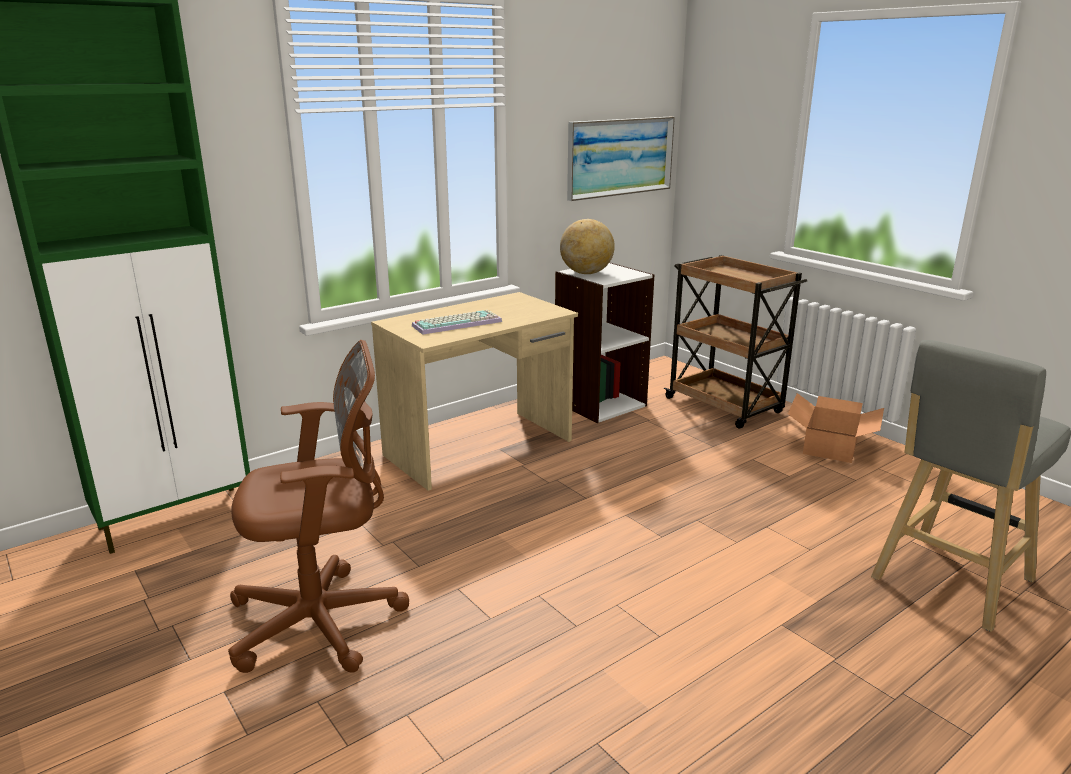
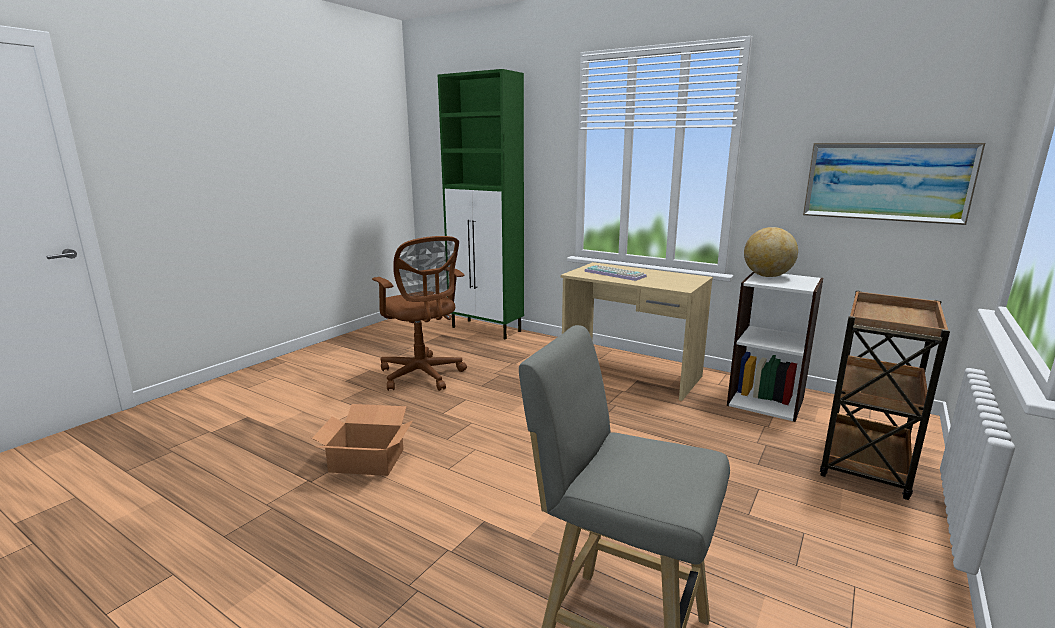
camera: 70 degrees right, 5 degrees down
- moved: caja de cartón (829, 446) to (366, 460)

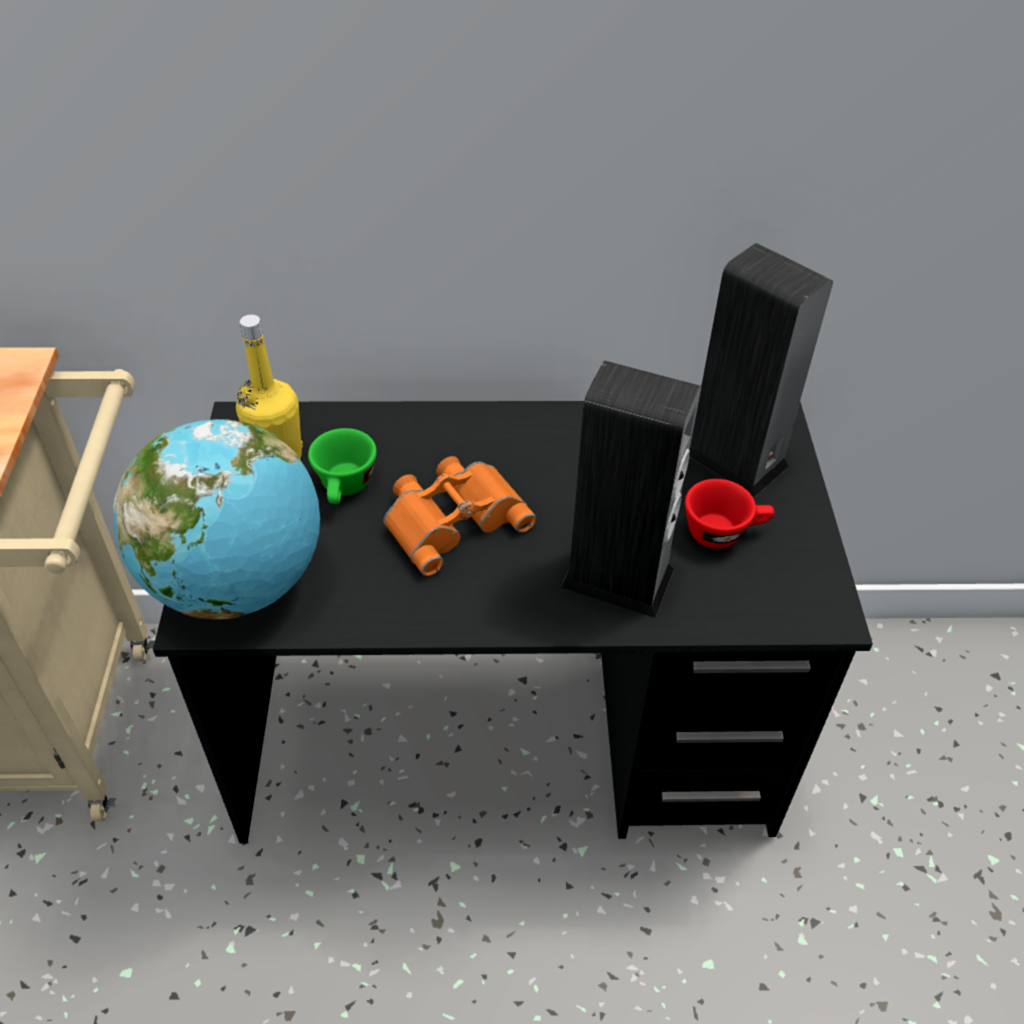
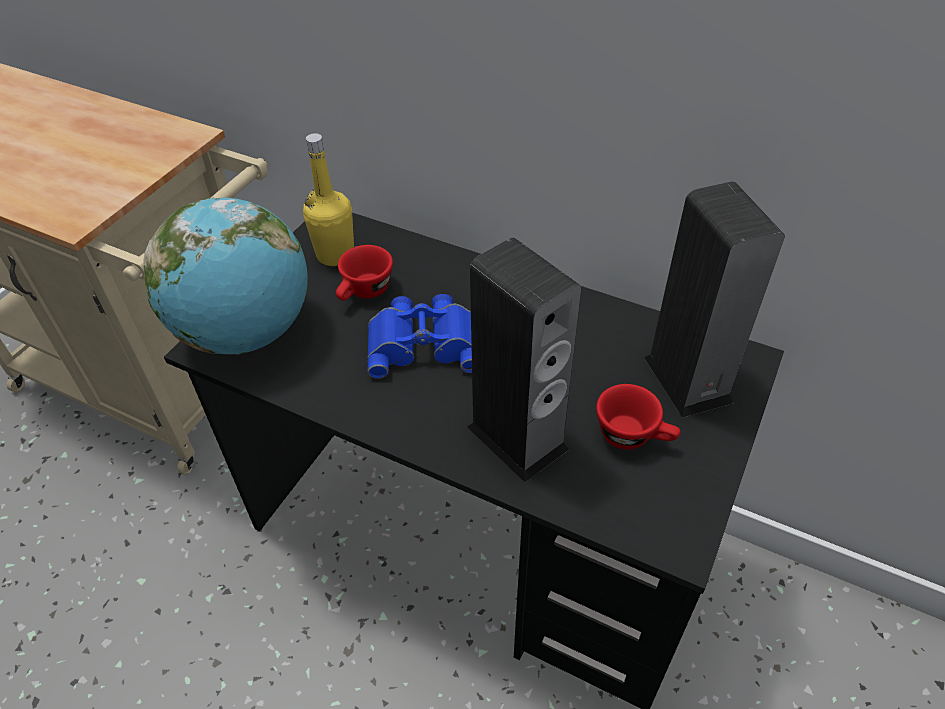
camera: 30 degrees right, 0 degrees up
- recoloured: taza/verde (345, 488) to taza/rojo (364, 293)
- recoloured: prismáticos/naranja (453, 517) to prismáticos/azul (424, 342)

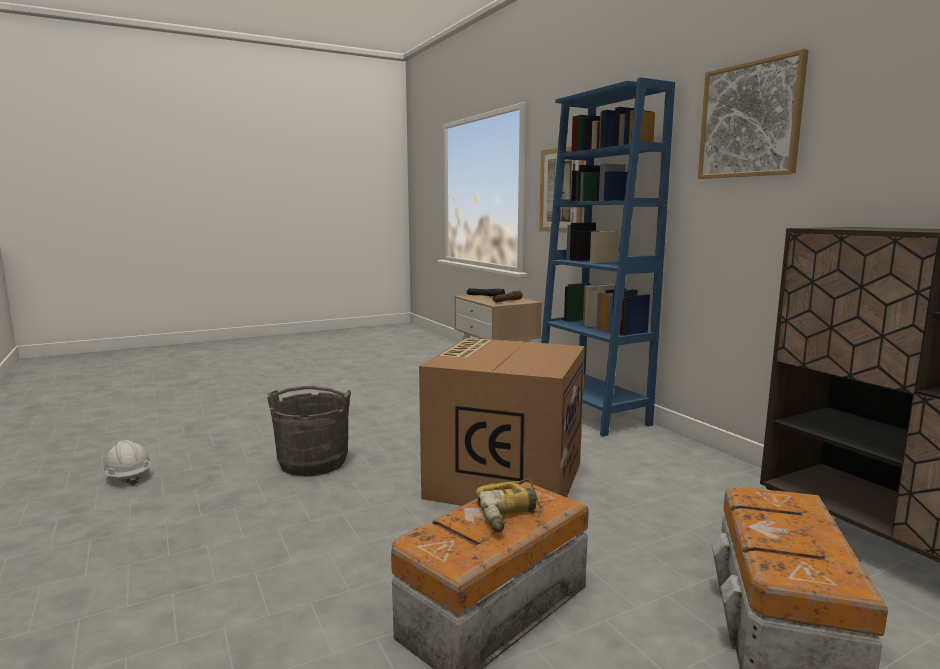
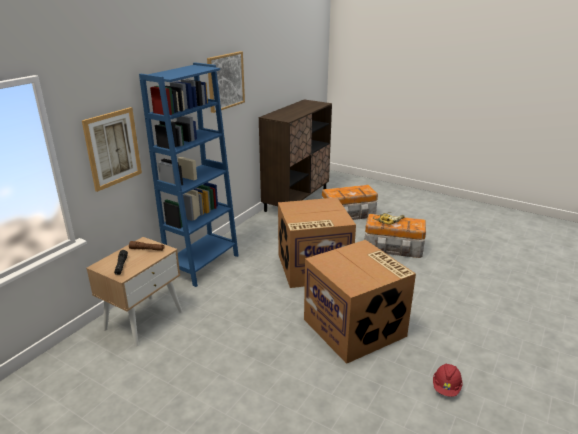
camera: 120 degrees left, 15 degrees up
- recoloured: casco/blanco (128, 477) to casco/rojo (446, 387)
- replaced: cubo/gris (313, 463) to caja de cartón (356, 328)

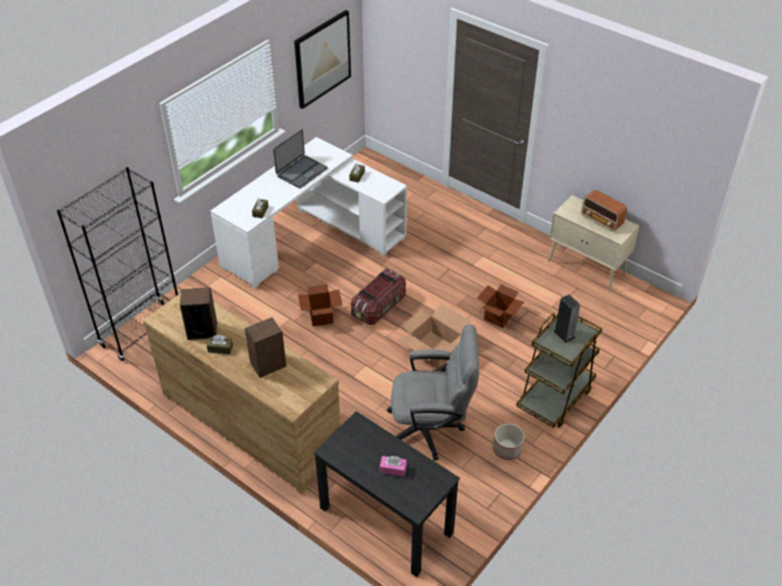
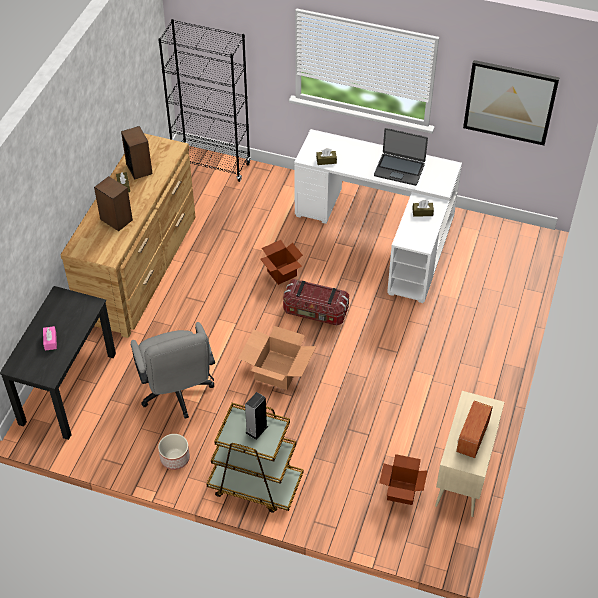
camera: 70 degrees right, 5 degrees up
- moved: caja de cartón (498, 317) to (401, 492)

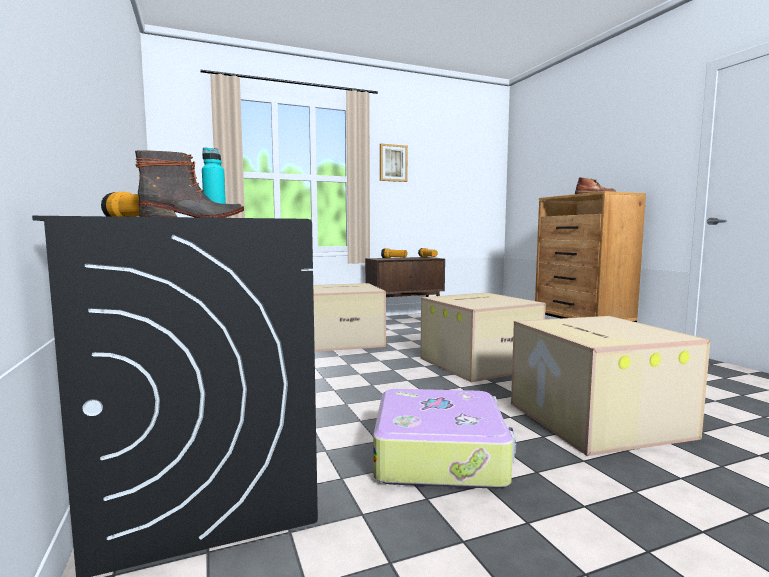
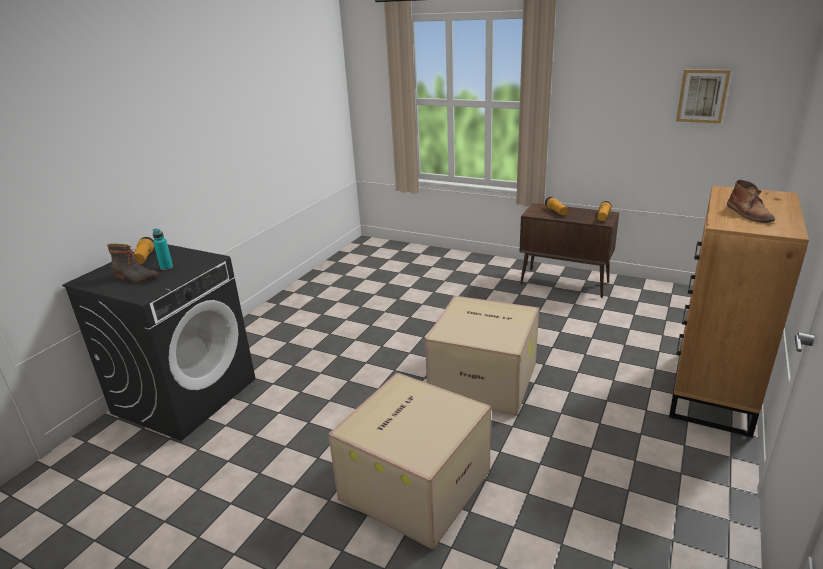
camera: 50 degrees right, 20 degrees up
- removed: caja de cartón (343, 340)
- removed: maleta (441, 454)
- moved: cuadro (393, 163) to (702, 96)

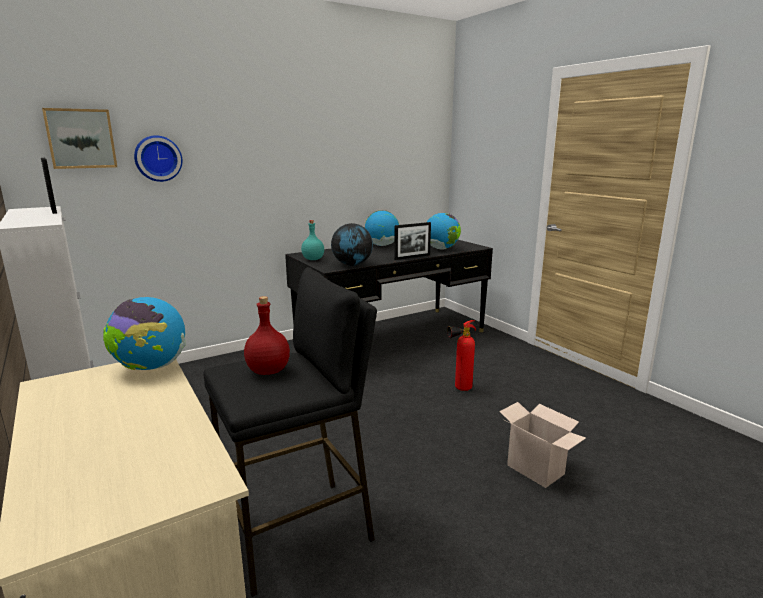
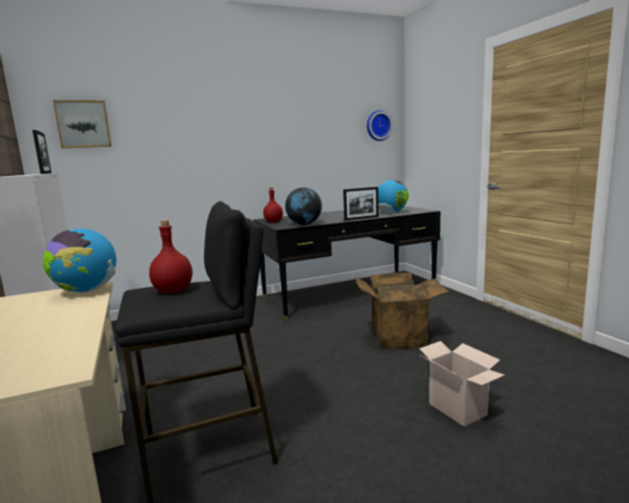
camera: 10 degrees right, 5 degrees down
- moved: reloj de pared (158, 158) to (378, 126)
- recoloured: botella/turquesa (313, 259) to botella/rojo (273, 222)
- removed: globo terráqueo (382, 245)
- replaced: extintor (459, 389) to caja de cartón (399, 336)

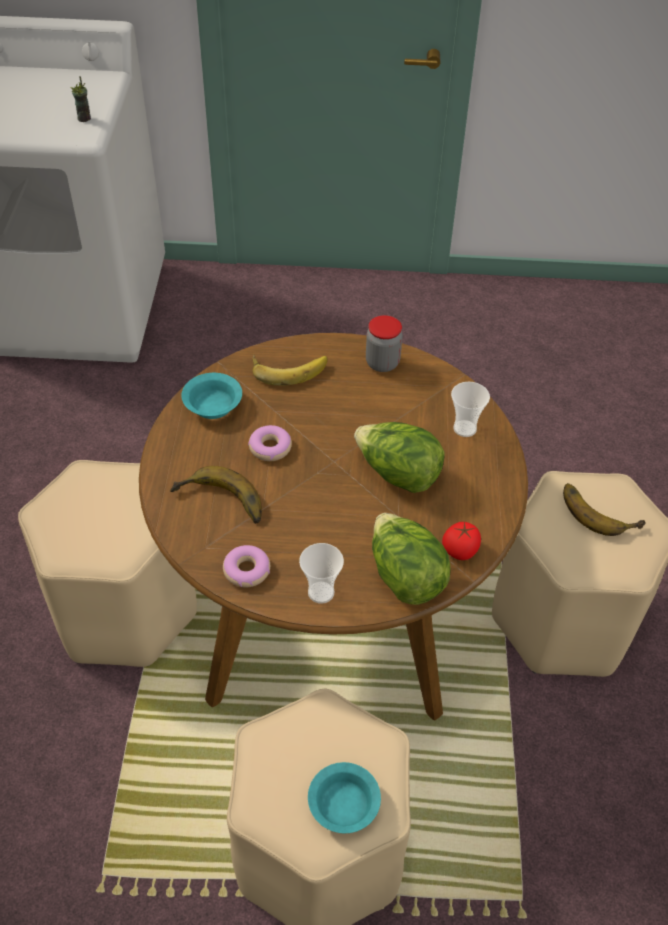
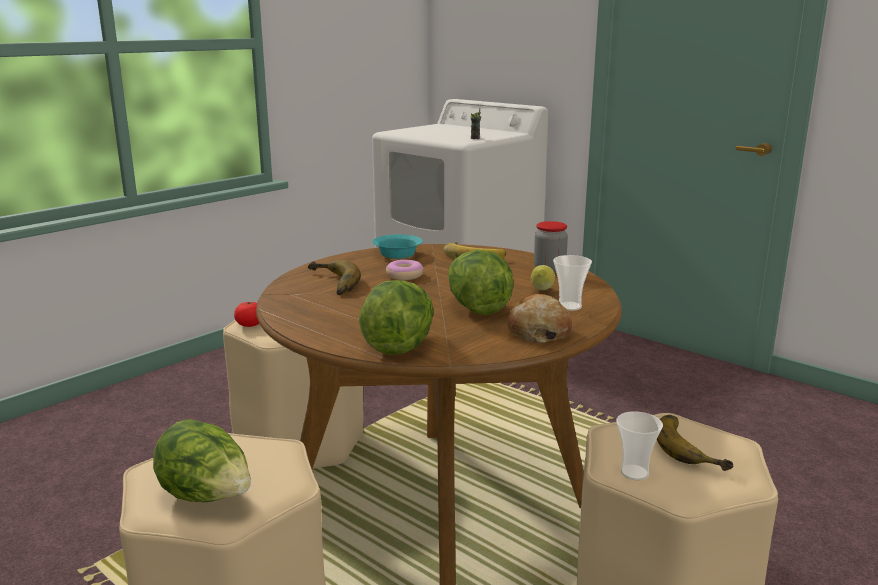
camera: 40 degrees right, 30 degrees down
- removed: rosquilla (247, 570)
- moved: taza (321, 592) to (634, 473)
- replaced: cuenco/turquesa (342, 804) to lechuga (207, 497)
- moved: tomate (460, 550) to (250, 325)
- added: pan (538, 332)
- added: limón (542, 290)

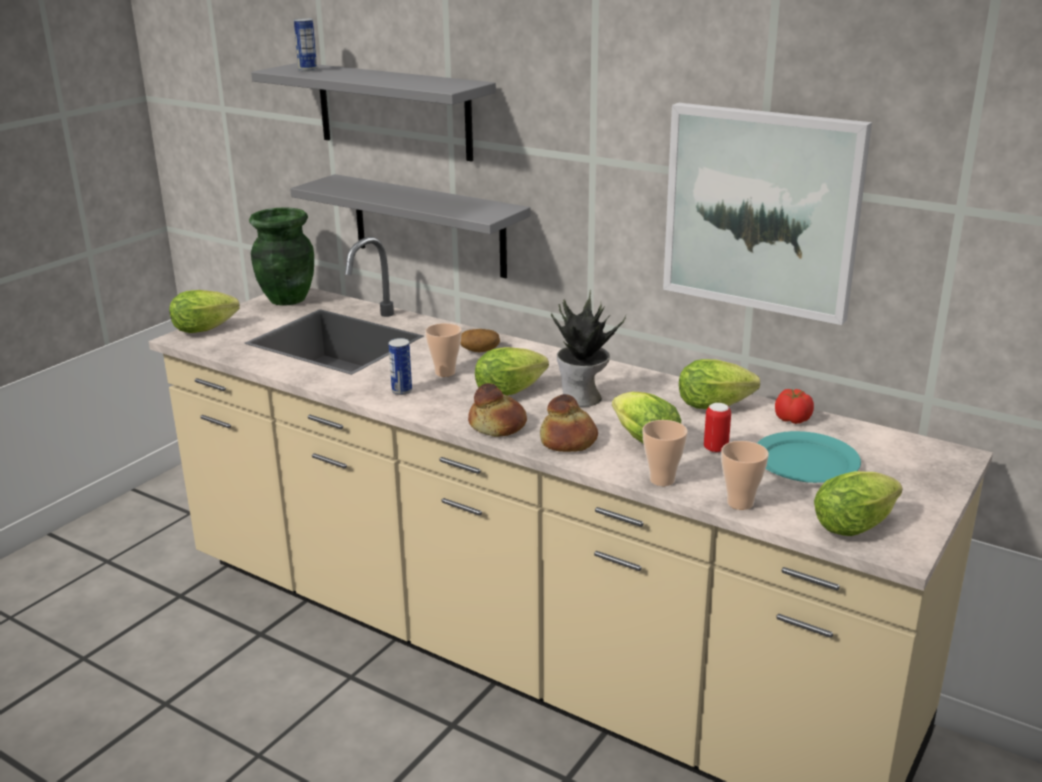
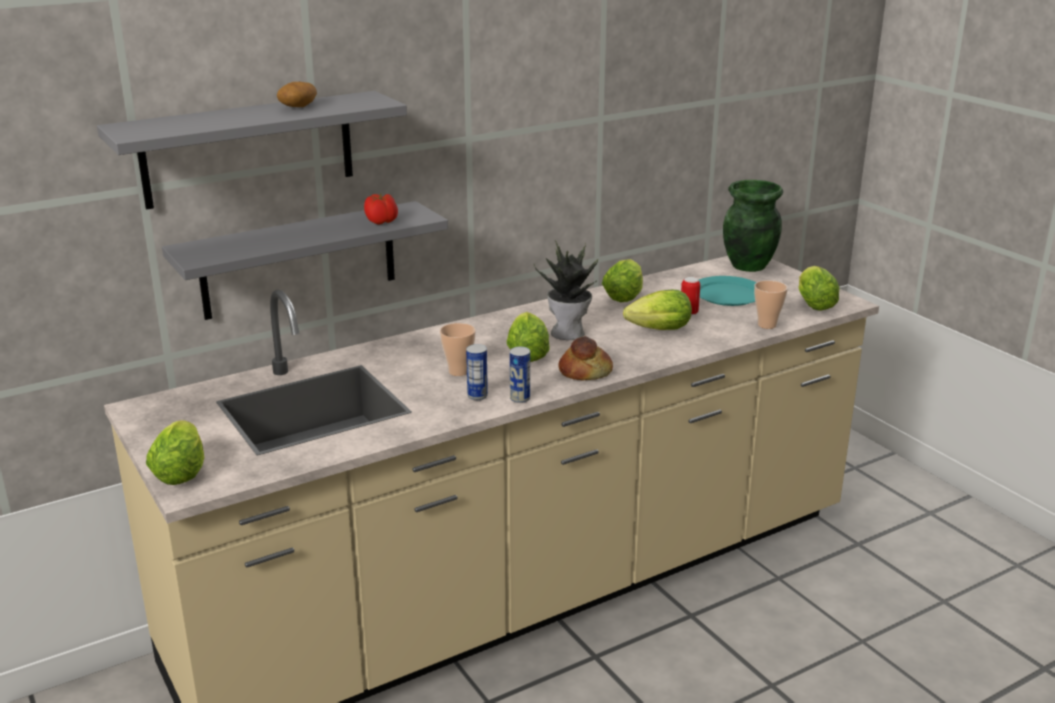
camera: 65 degrees left, 0 degrees up
- moved: florero/verde (286, 299) to (748, 266)
- moved: lata (307, 70) to (520, 398)
- moved: patata (479, 350) to (298, 107)
- removed: pan (569, 441)
- removed: taza (662, 480)
- removed: cuadro (762, 210)
- moved: tomate (793, 420) to (382, 222)

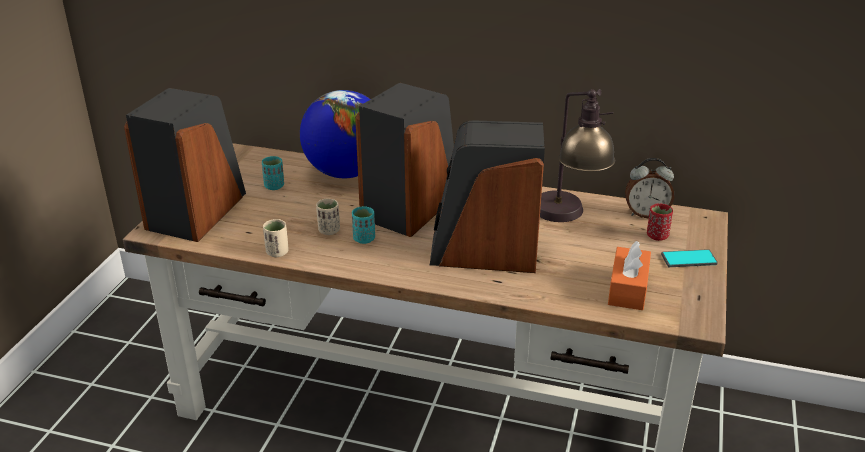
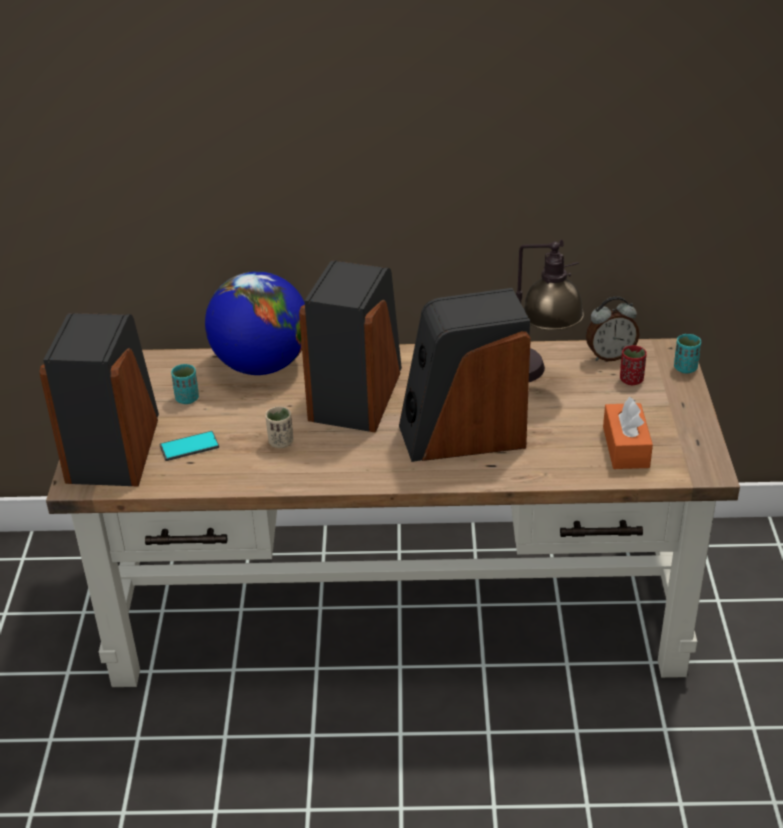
camera: 15 degrees left, 5 degrees up
- removed: taza/beis (277, 252)
- moved: taza/turquesa (364, 239) to (685, 368)
- moved: móvil (688, 259) to (189, 447)

